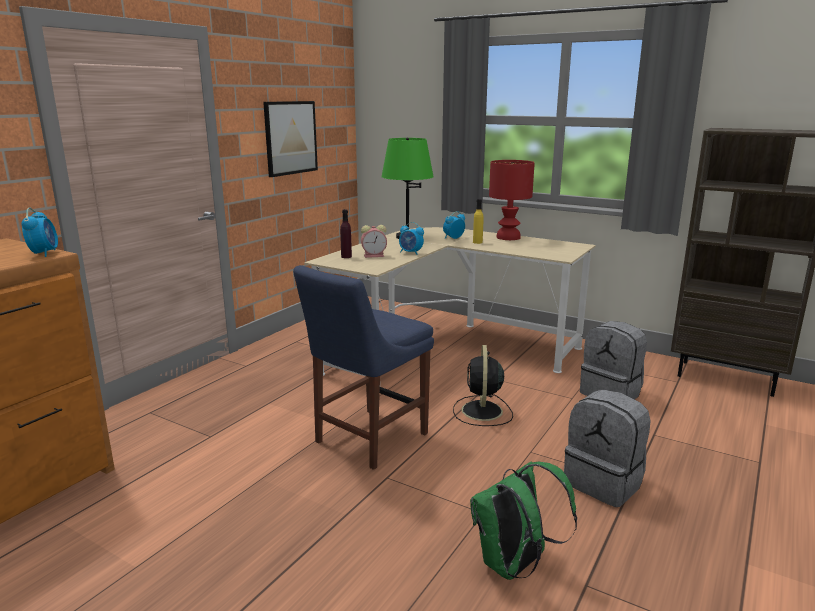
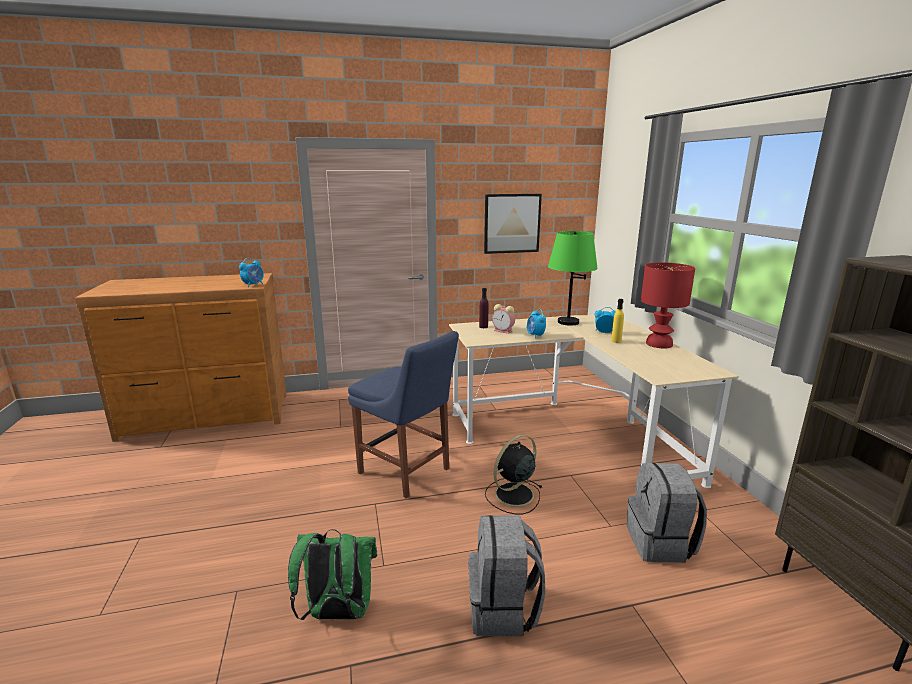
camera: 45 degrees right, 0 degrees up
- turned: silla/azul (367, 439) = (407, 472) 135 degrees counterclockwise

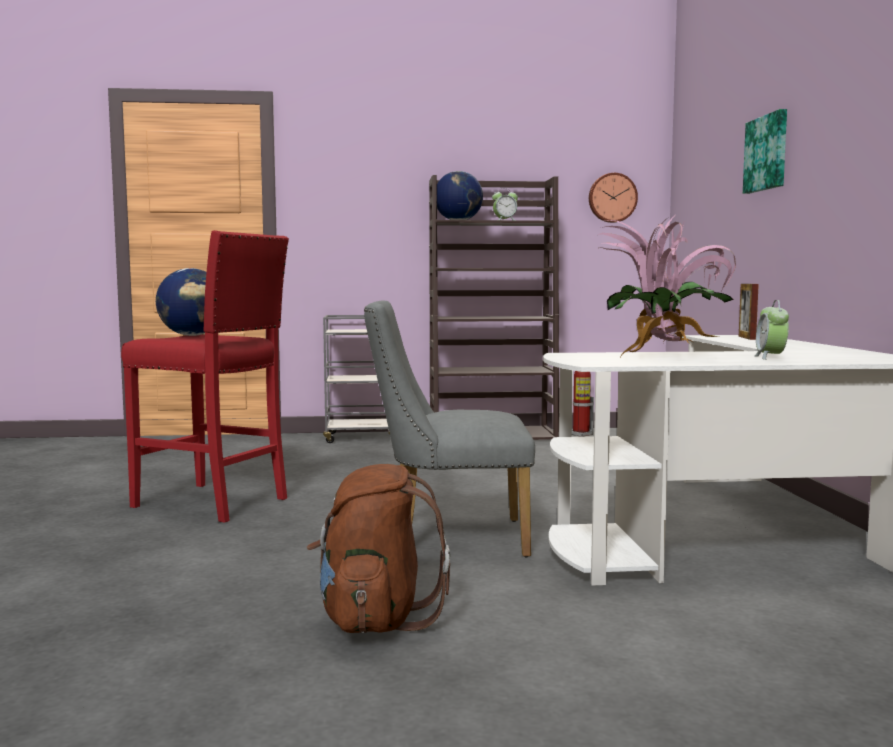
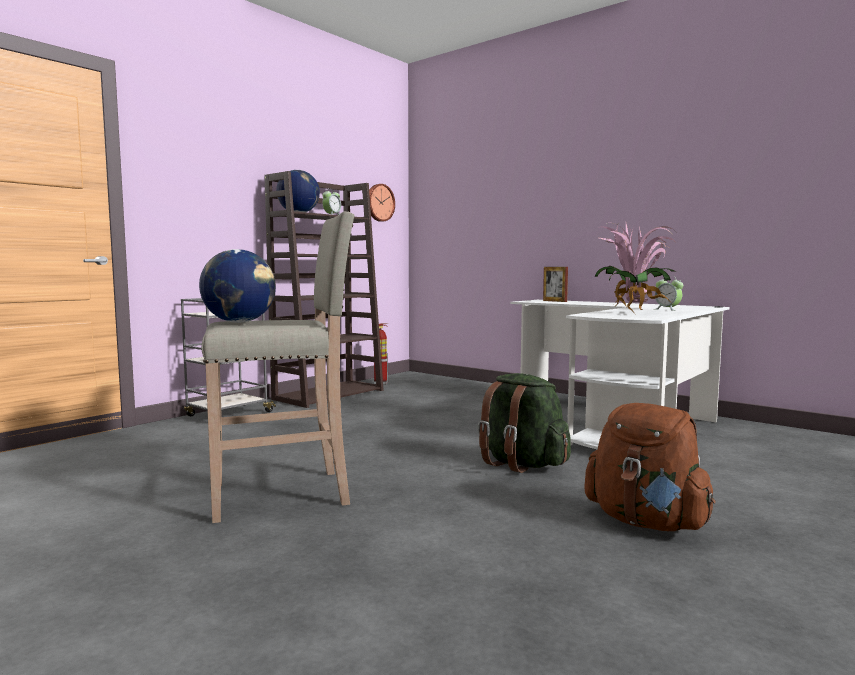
camera: 45 degrees left, 0 degrees up
- recoloured: taburete/rojo (213, 503) to taburete/beis (283, 494)
- replaced: silla/gris (447, 538) to mochila/verde (521, 464)
- removed: cuadro (767, 153)

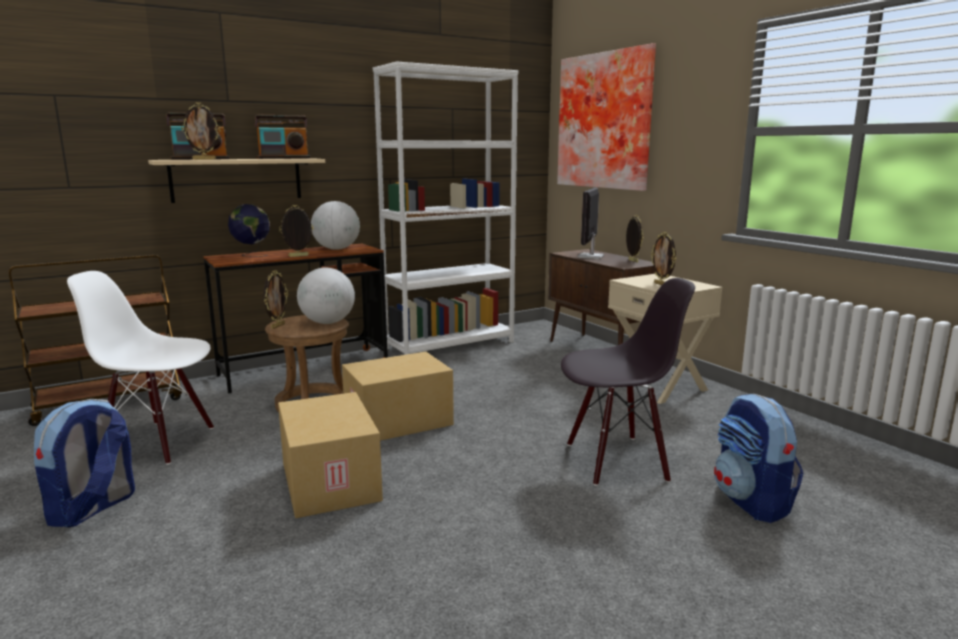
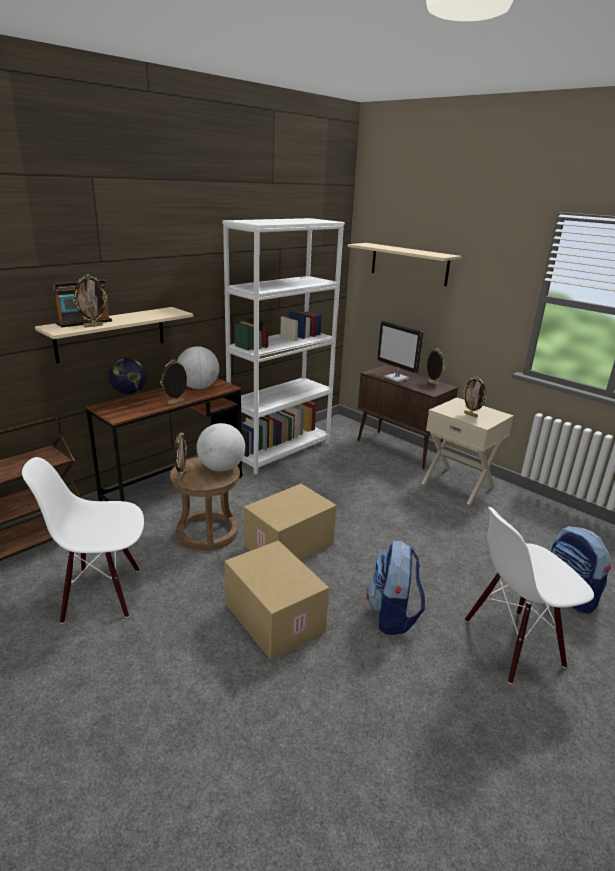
camera: 15 degrees left, 10 degrees up
- moved: mochila (93, 508) to (393, 615)
- removed: radio (283, 158)
- replaced: cuadro (606, 121) to estante/beis (409, 264)
- removed: silla/negro (616, 461)
- turned: monitor (590, 257) = (397, 378) 45 degrees counterclockwise
- added: silla/blanco (513, 644)

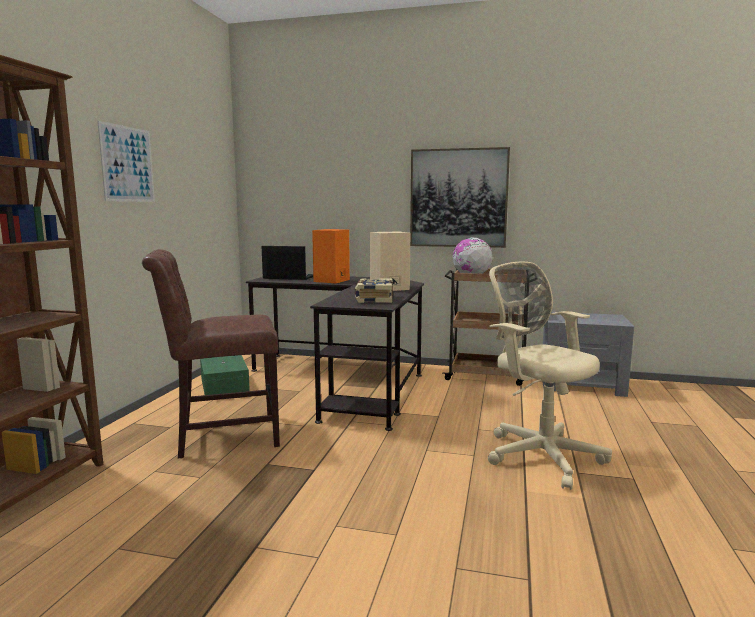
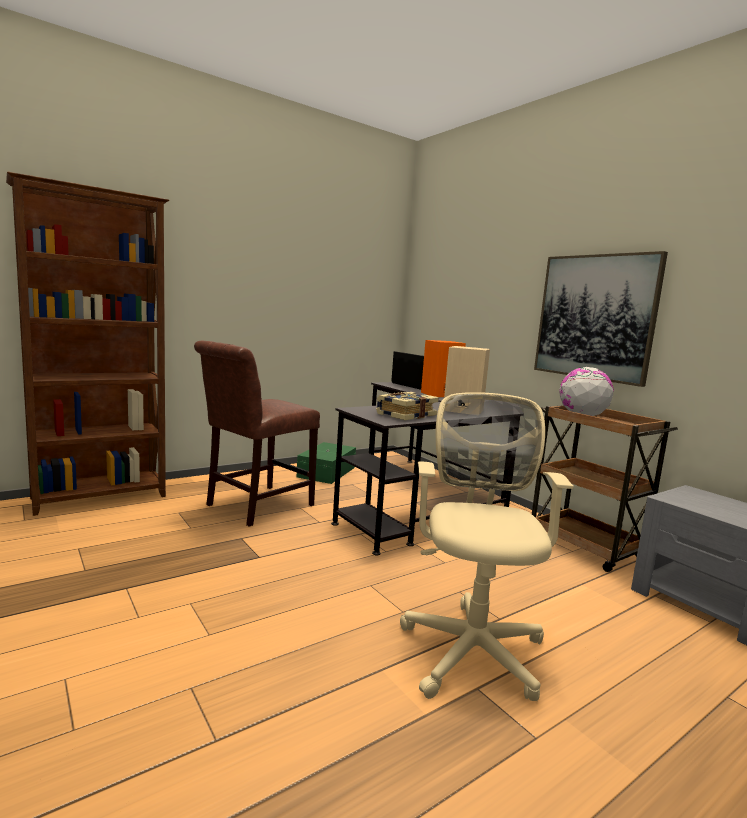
camera: 40 degrees right, 0 degrees up
- removed: cuadro (127, 164)
- turned: silla/marrón (221, 436) = (255, 506) 75 degrees counterclockwise

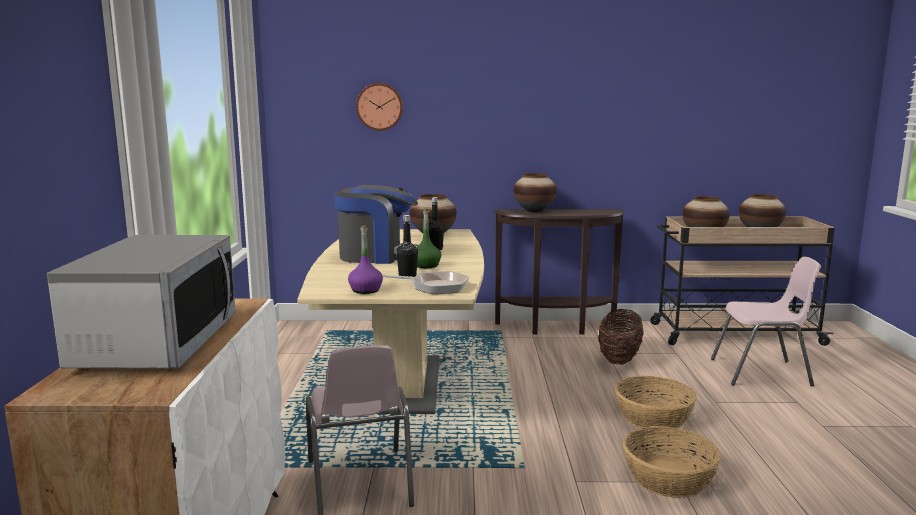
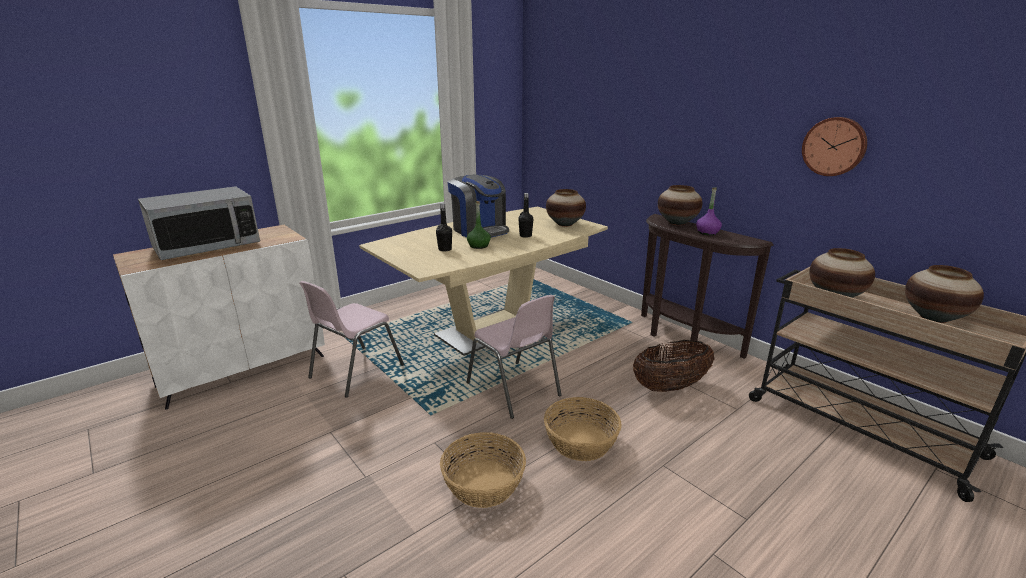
camera: 50 degrees right, 10 degrees up
- moved: botella/morado (365, 290) to (707, 232)
- moved: reloj de pared (379, 107) to (834, 146)
- removed: sartén (435, 287)
- moved: silla/rosa (762, 373) to (514, 390)

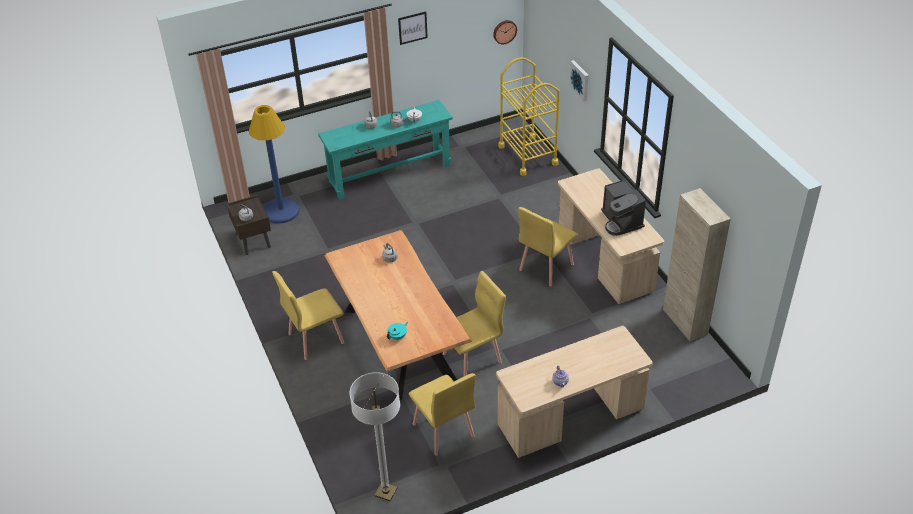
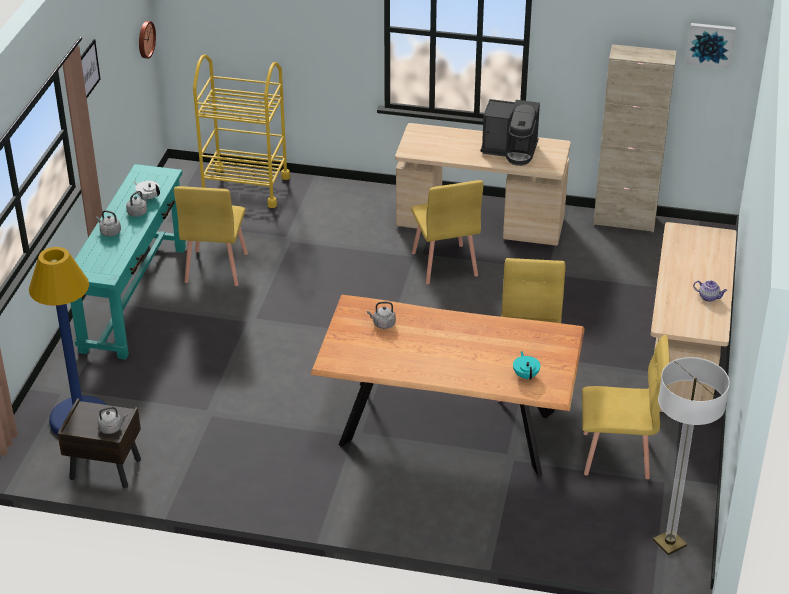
camera: 55 degrees left, 5 degrees down
- moved: silla/amarillo (315, 338) to (215, 268)
- moved: cuadro (580, 80) to (710, 44)

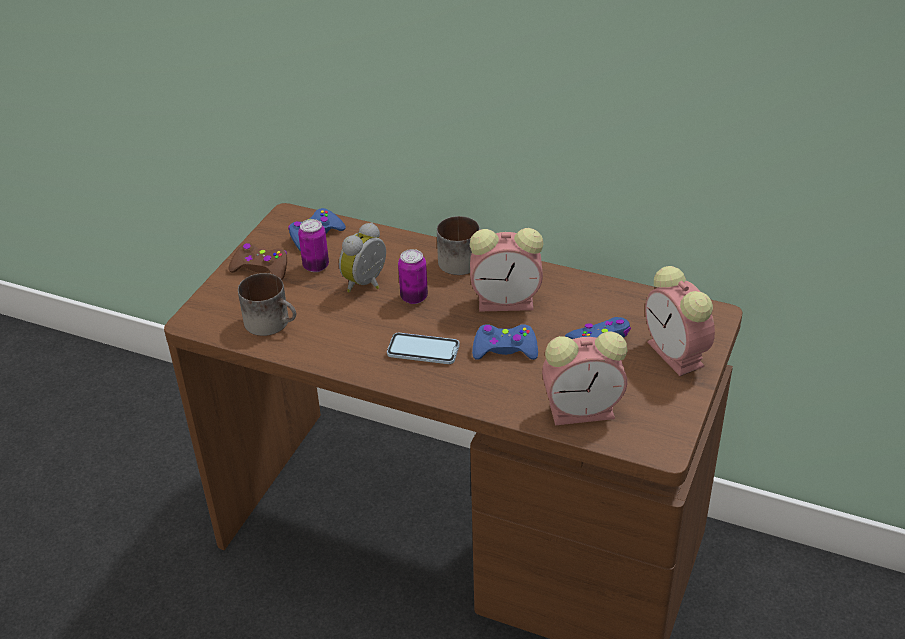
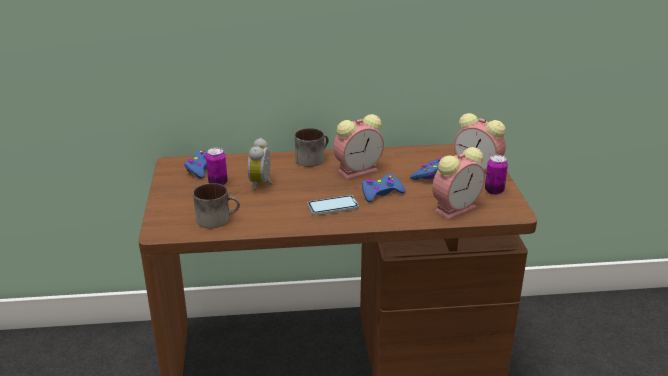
camera: 30 degrees left, 10 degrees down
- removed: mando de consola/marrón (261, 268)
- moved: lata (414, 297) to (494, 191)

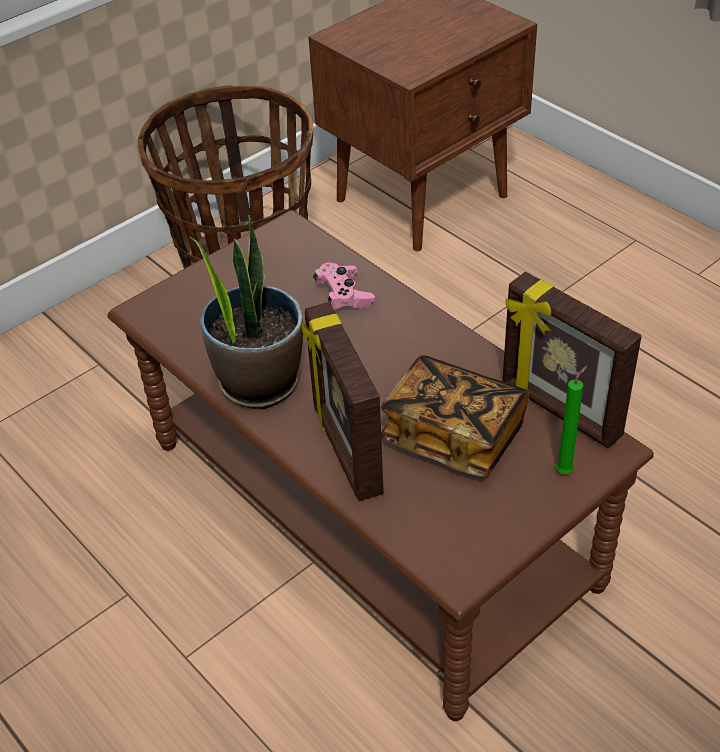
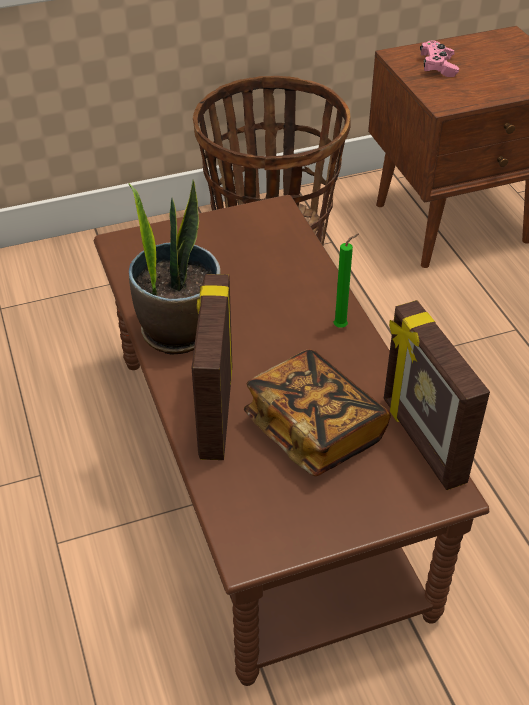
camera: 20 degrees right, 0 degrees up
- moved: mando de consola/rosa (344, 295) to (438, 67)
- moved: vela/verde (566, 470) to (342, 326)

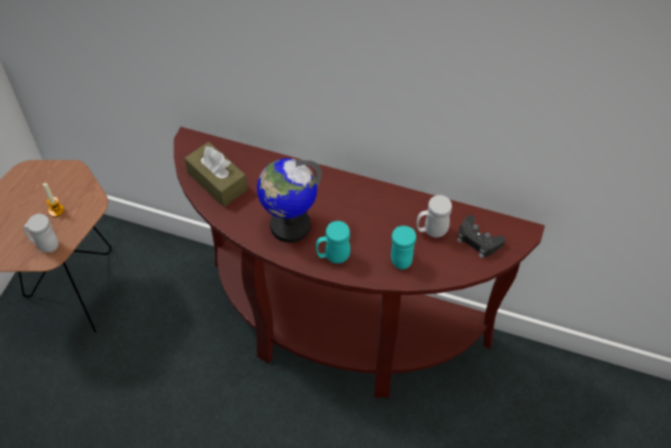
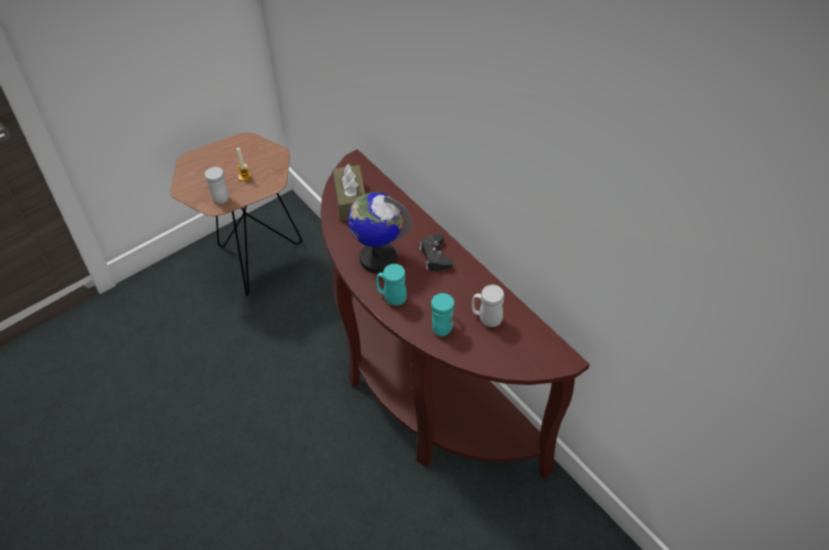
camera: 35 degrees right, 5 degrees down
- moved: mando de consola/negro (478, 240) to (435, 256)

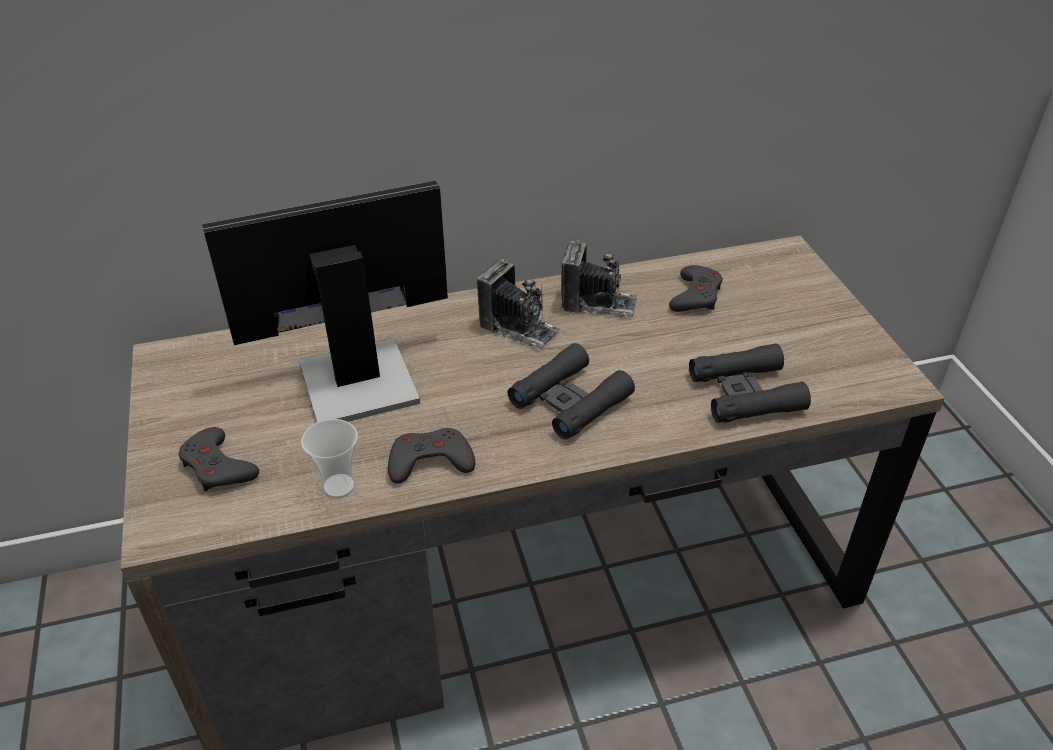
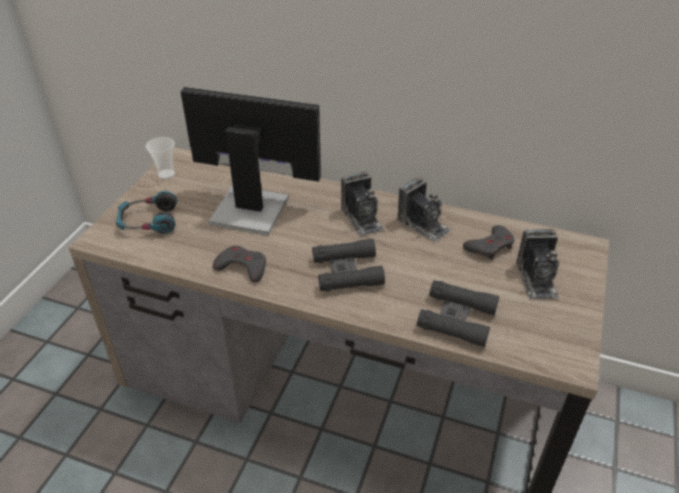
camera: 35 degrees right, 0 degrees up
- replaced: mando de consola/gris (218, 467) to auriculares (148, 221)
- moved: taza (339, 486) to (166, 174)
- added: cámara (536, 279)

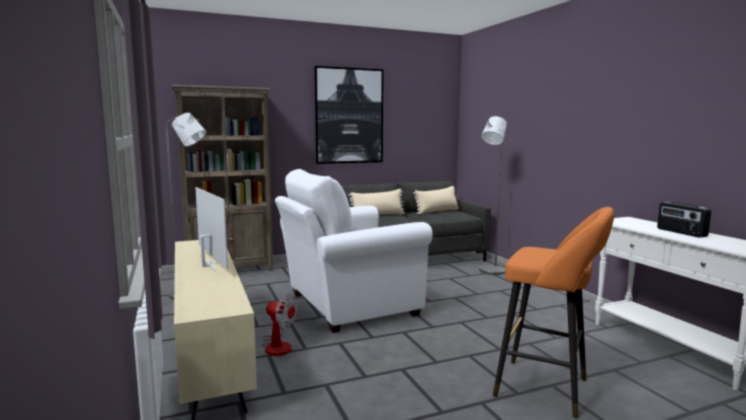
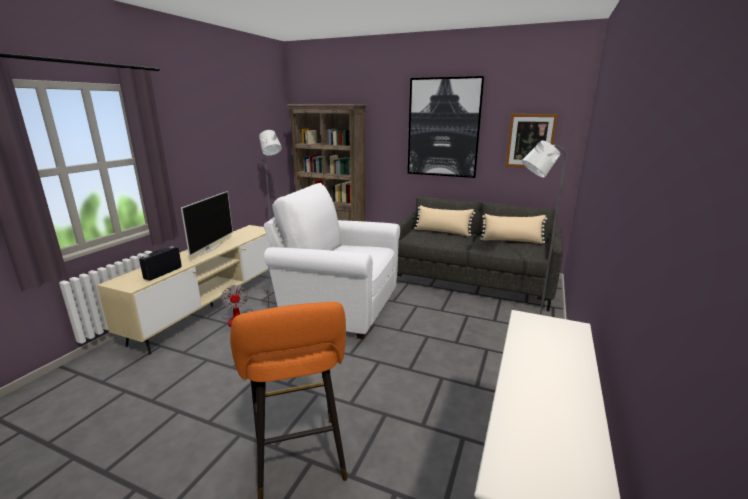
camera: 45 degrees right, 10 degrees up
- moved: radio (680, 232) to (163, 273)
- added: cuadro (530, 141)

